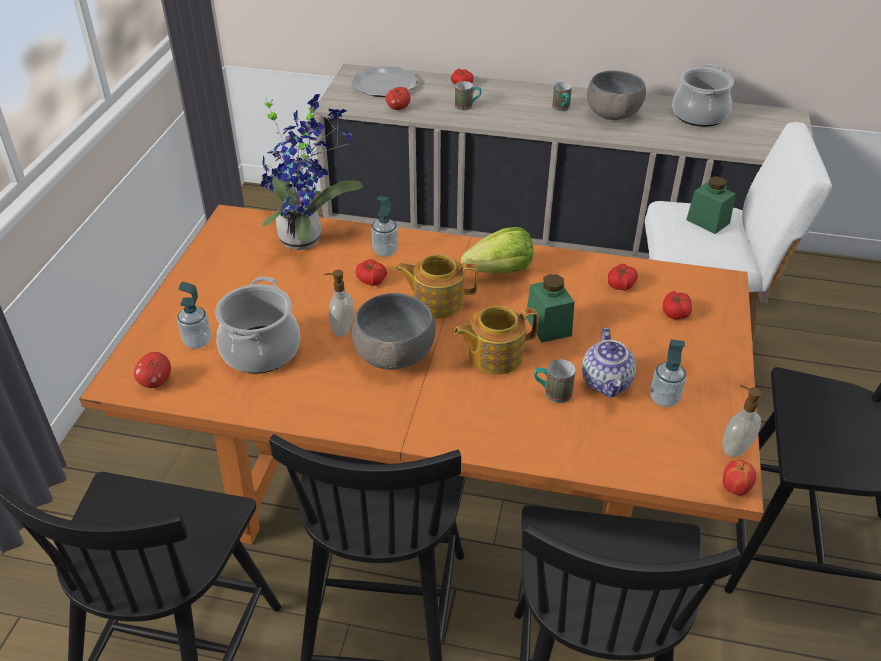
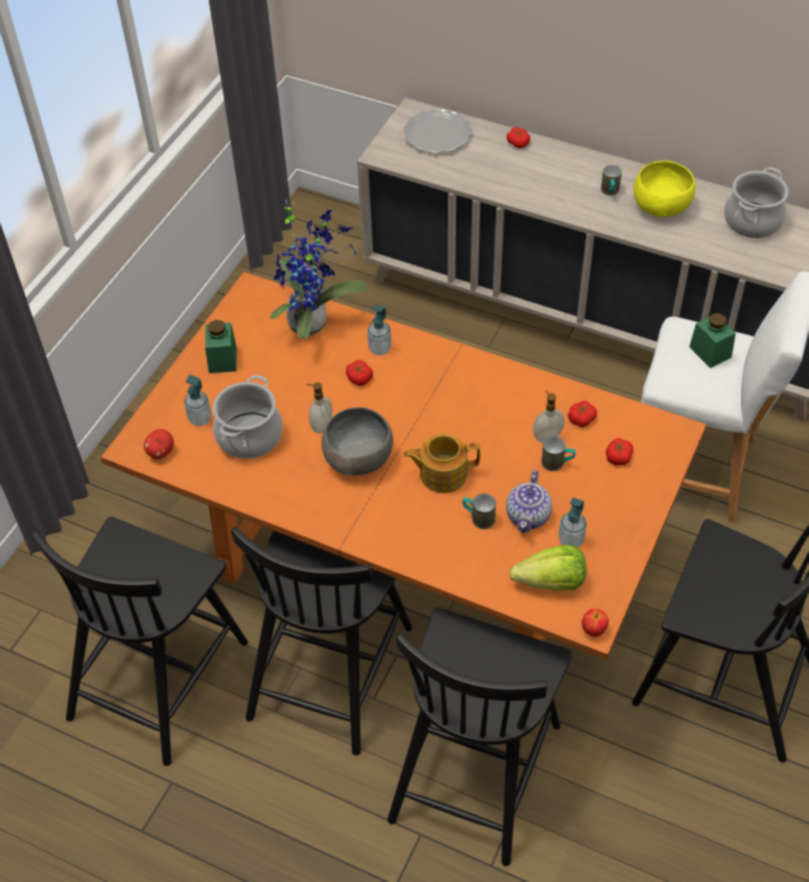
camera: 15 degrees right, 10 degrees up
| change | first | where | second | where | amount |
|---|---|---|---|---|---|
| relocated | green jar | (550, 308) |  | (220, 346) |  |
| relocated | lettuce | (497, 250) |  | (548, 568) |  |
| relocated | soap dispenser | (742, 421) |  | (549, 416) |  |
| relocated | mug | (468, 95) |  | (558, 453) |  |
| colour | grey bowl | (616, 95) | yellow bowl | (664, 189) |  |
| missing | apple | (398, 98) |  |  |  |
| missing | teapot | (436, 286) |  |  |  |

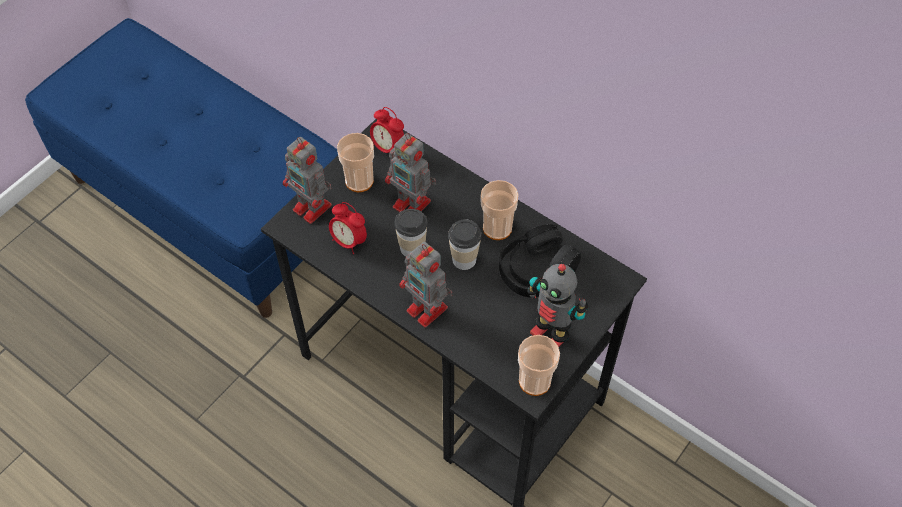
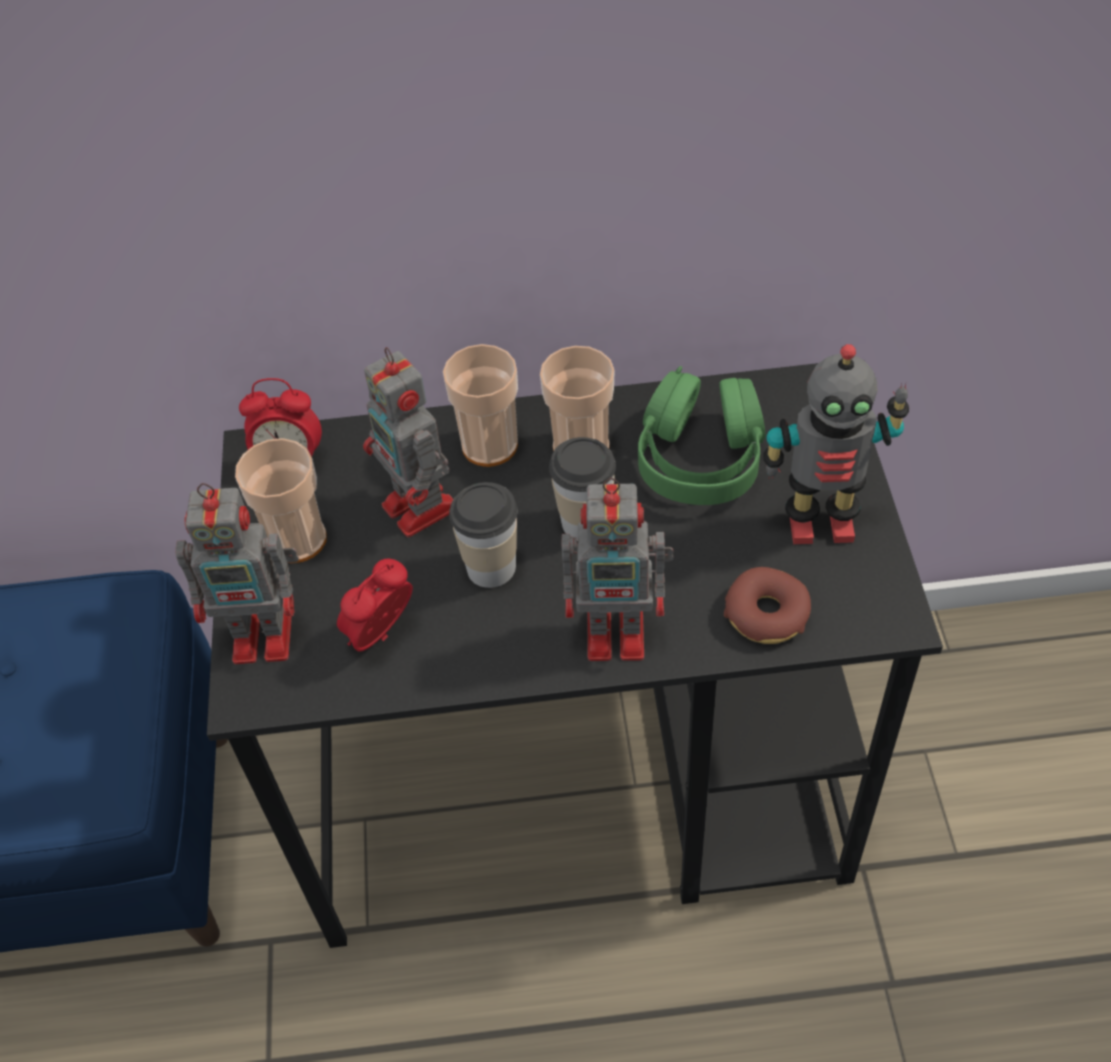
camera: 40 degrees left, 5 degrees down
| change | first | where | second | where | amount |
|---|---|---|---|---|---|
| spun | alarm clock | (348, 228) |  | (375, 605) | 135 degrees clockwise |
| spun | toy robot | (410, 172) |  | (408, 442) | 60 degrees clockwise |
| relocated | cup | (539, 365) |  | (480, 405) |  |
| colour | black headphones | (540, 260) | green headphones | (701, 435) |  |
| appeared |  |  | donut | (767, 605) |  |

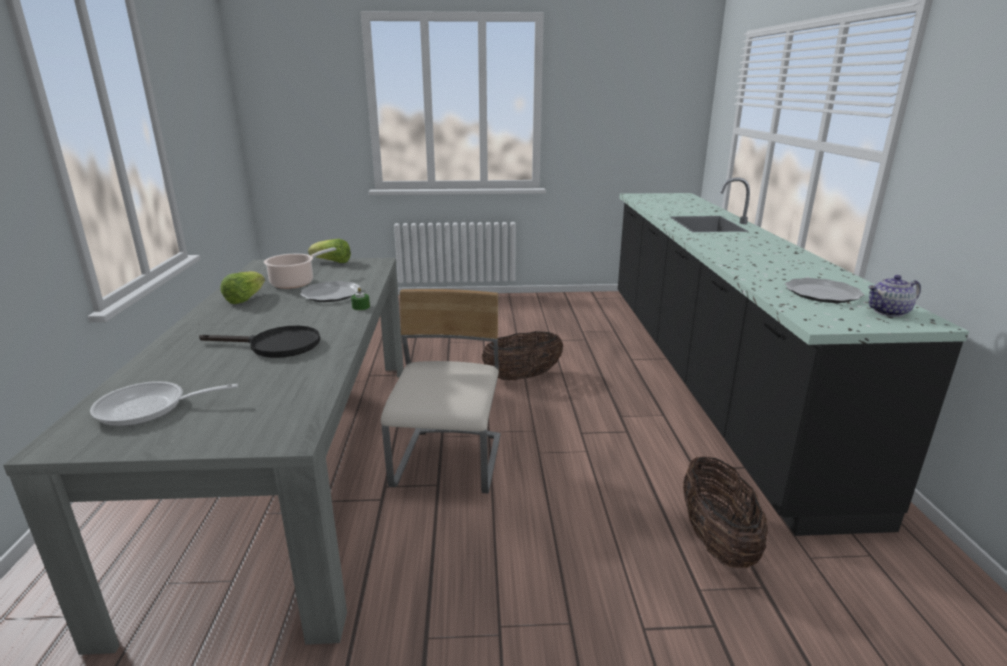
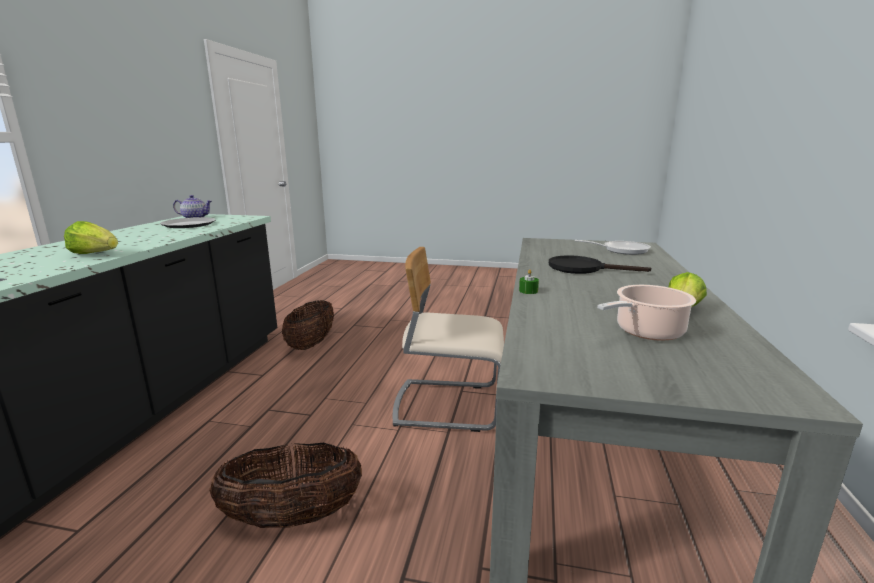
camera: 165 degrees left, 5 degrees down
| change | first | where | second | where | amount |
|---|---|---|---|---|---|
| relocated | lettuce | (329, 251) |  | (91, 237) |  |
| spun | beige chair | (440, 391) |  | (448, 339) | 75 degrees clockwise |
| missing | plate | (330, 291) |  |  |  |

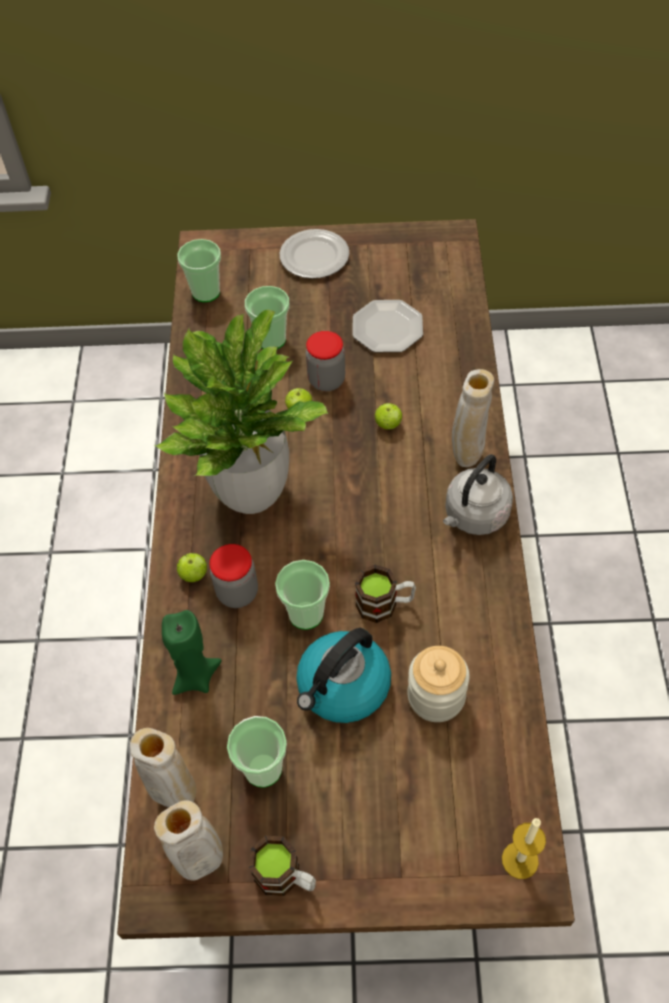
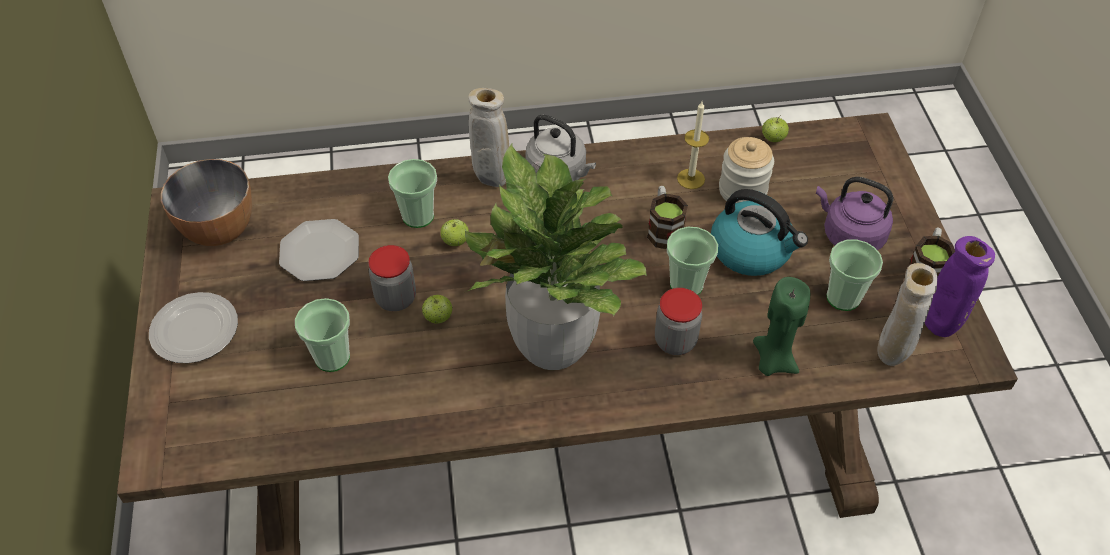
camera: 100 degrees left, 5 degrees down
| change | first | where | second | where | amount |
|---|---|---|---|---|---|
| appeared |  |  | bowl | (206, 202) |  |
| relocated | cup | (199, 270) |  | (412, 193) |  |
| relocated | candle | (524, 848) |  | (693, 145) |  |
| relocated | apple | (192, 567) |  | (775, 128) |  |
| appeared |  |  | purple kettle | (854, 213) |  |
| colour | beige vase | (188, 840) | purple vase | (960, 286) |  |

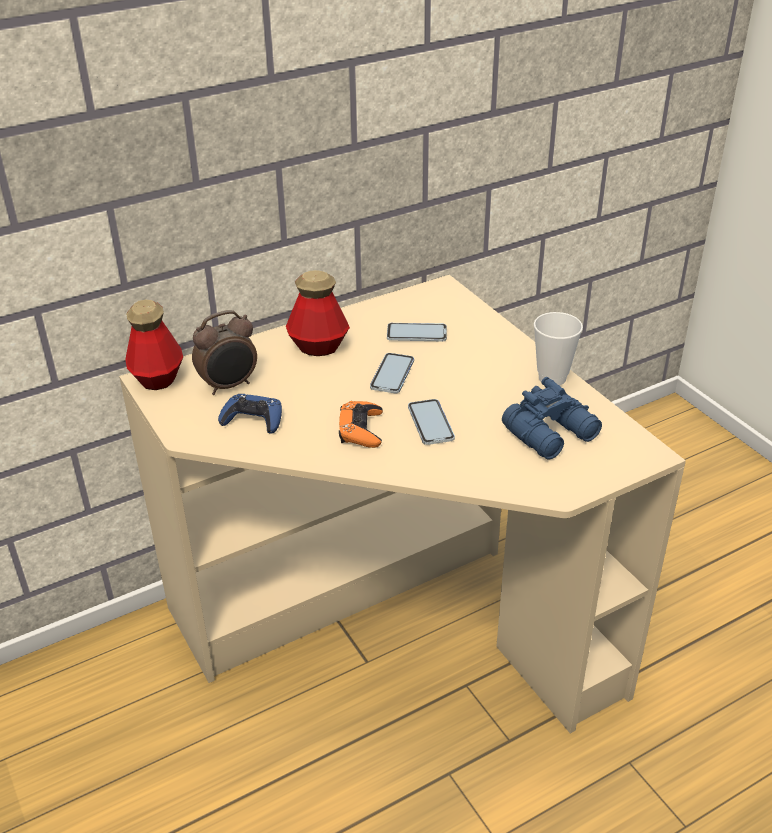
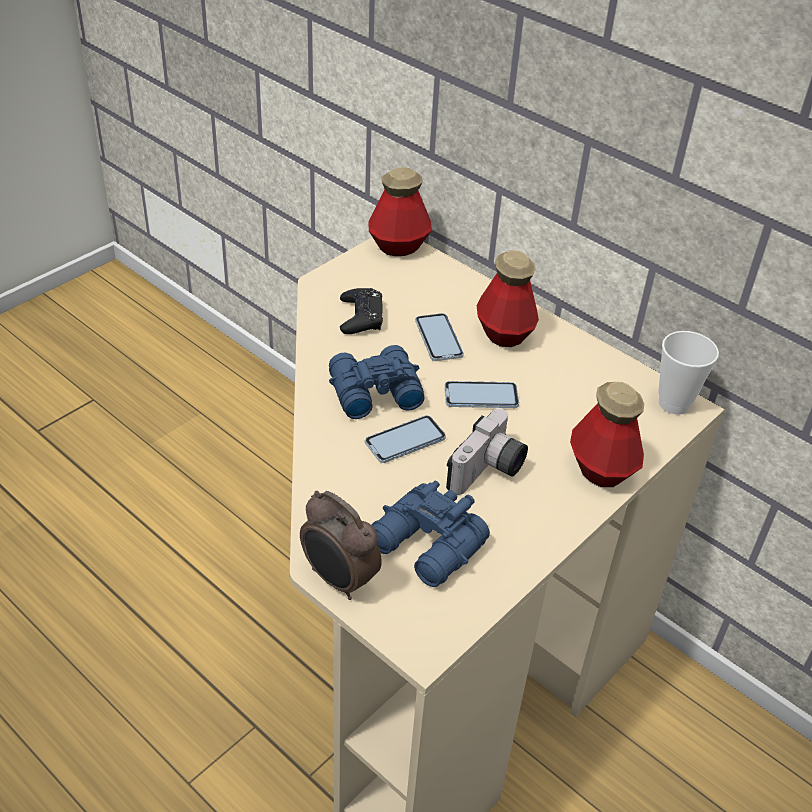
camera: 70 degrees right, 5 degrees up
| change | first | where | second | where | amount |
|---|---|---|---|---|---|
| relocated | alarm clock | (224, 352) |  | (341, 545) |  |
| exchanged | orange game controller | (361, 424) | blue binoculars | (377, 382) |  |
| colour | blue game controller | (250, 414) | black game controller | (361, 311) |  |
| relocated | phone | (417, 332) |  | (439, 337) |  |
| appeared |  |  | photo camera | (487, 452) |  |
| appeared |  |  | bottle | (607, 434) |  |
| relocated | cup | (558, 349) |  | (688, 373) |  |

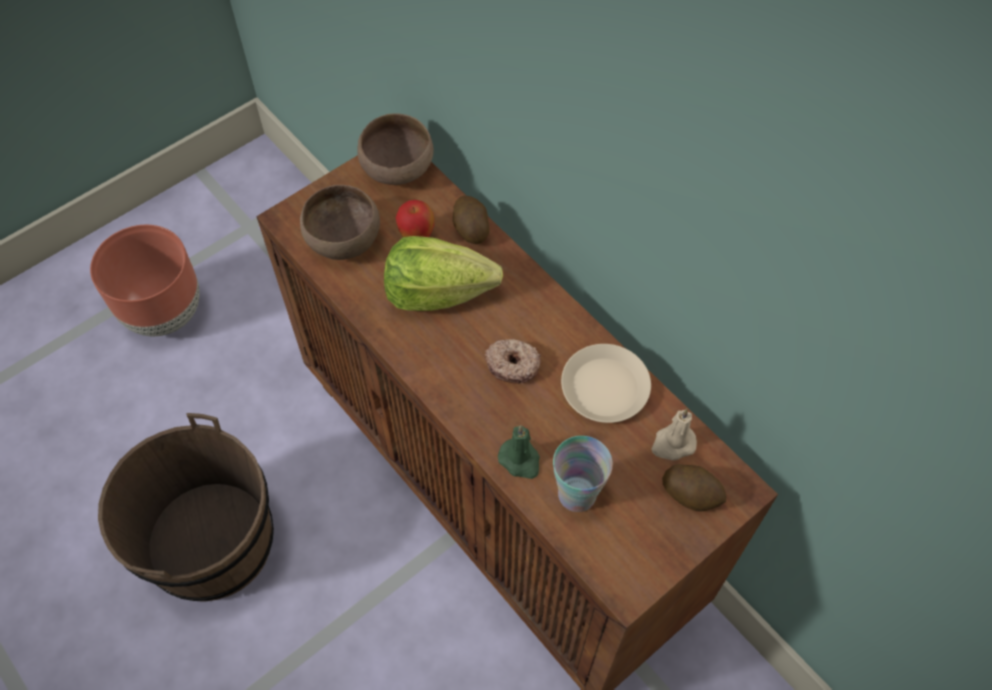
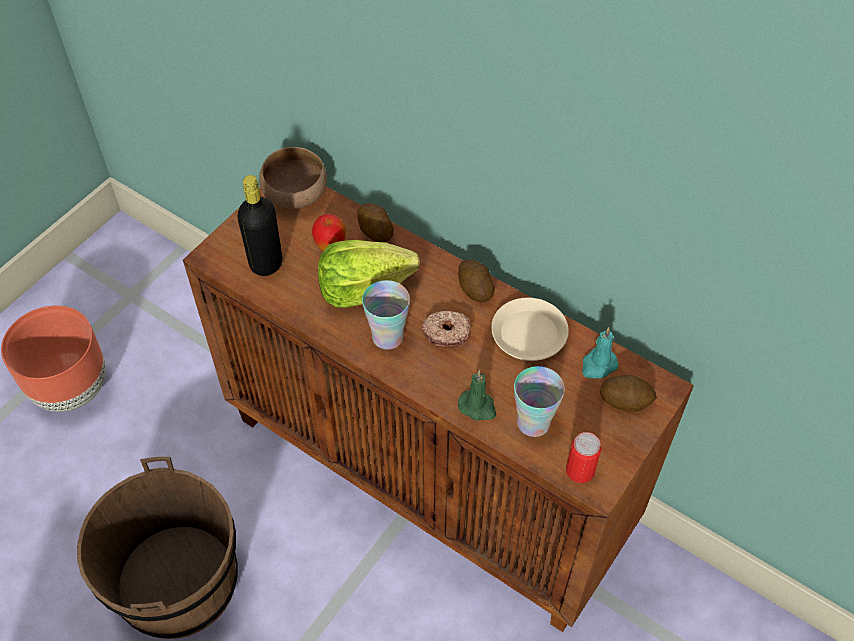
camera: 15 degrees left, 5 degrees down
| change | first | where | second | where | amount |
|---|---|---|---|---|---|
| exchanged | brown bowl | (340, 222) | black bottle | (260, 225) |  |
| appeared |  |  | cup | (386, 314) |  |
| appeared |  |  | potato | (476, 280) |  |
| appeared |  |  | can | (583, 457) |  |
| colour | beige candle | (674, 434) | turquoise candle | (600, 353) |  |

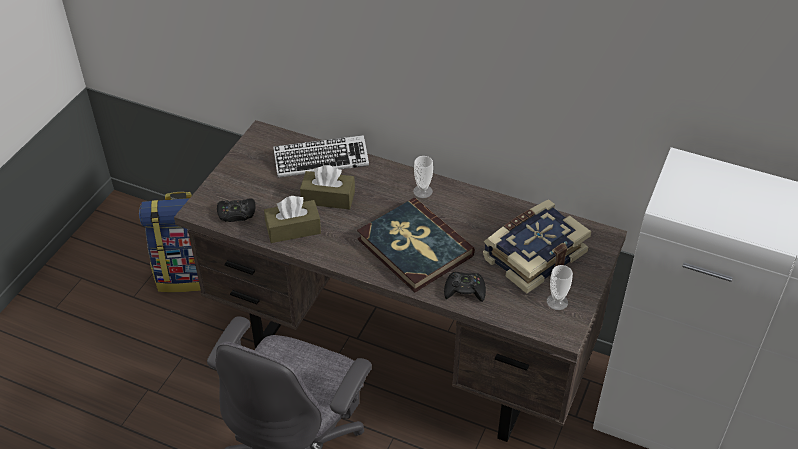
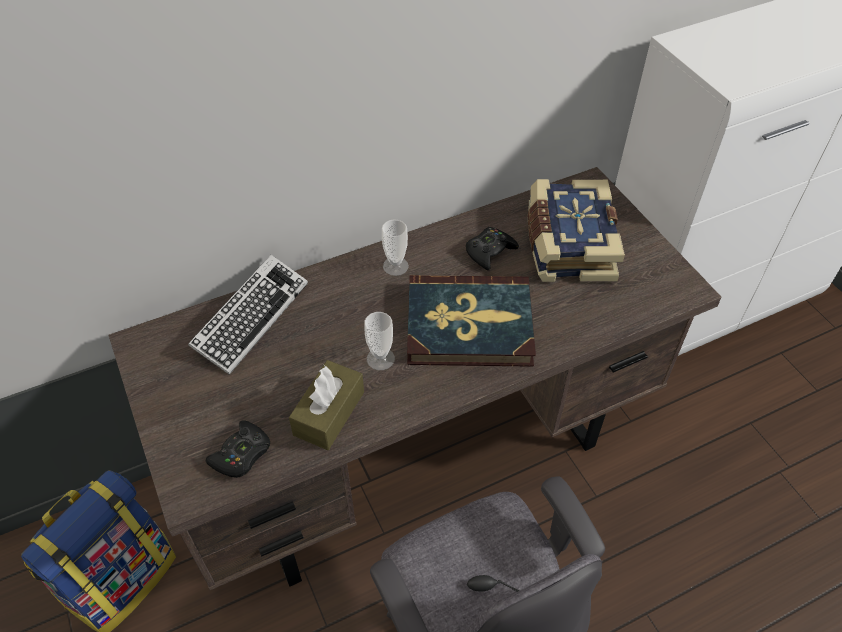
camera: 50 degrees left, 5 degrees up
| change | first | where | second | where | amount |
|---|---|---|---|---|---|
| relocated | cup | (560, 287) |  | (379, 341) |  |
| relocated | black game controller | (465, 287) |  | (492, 249) |  |
| missing | brown tissue box | (327, 187) |  |  |  |

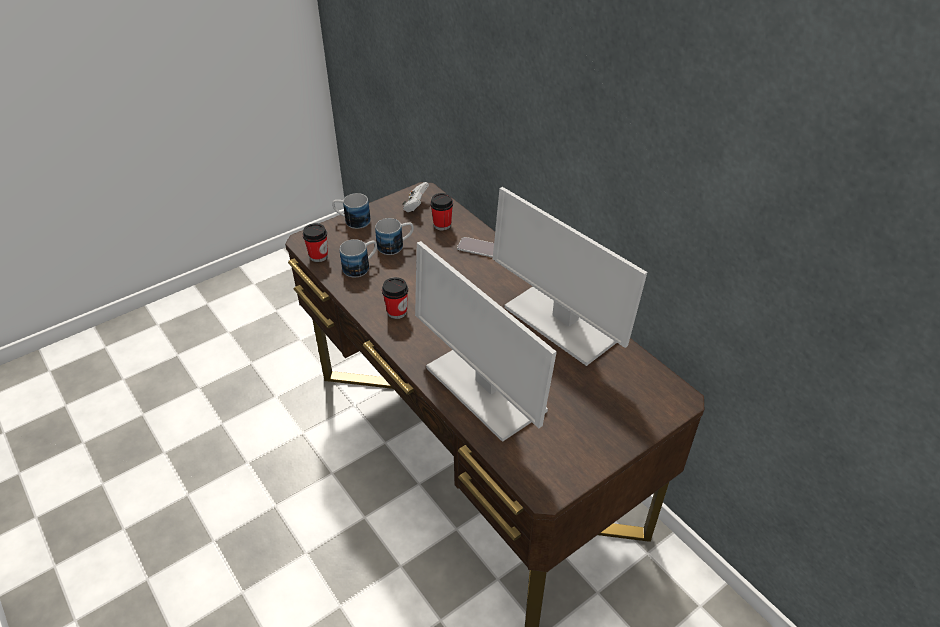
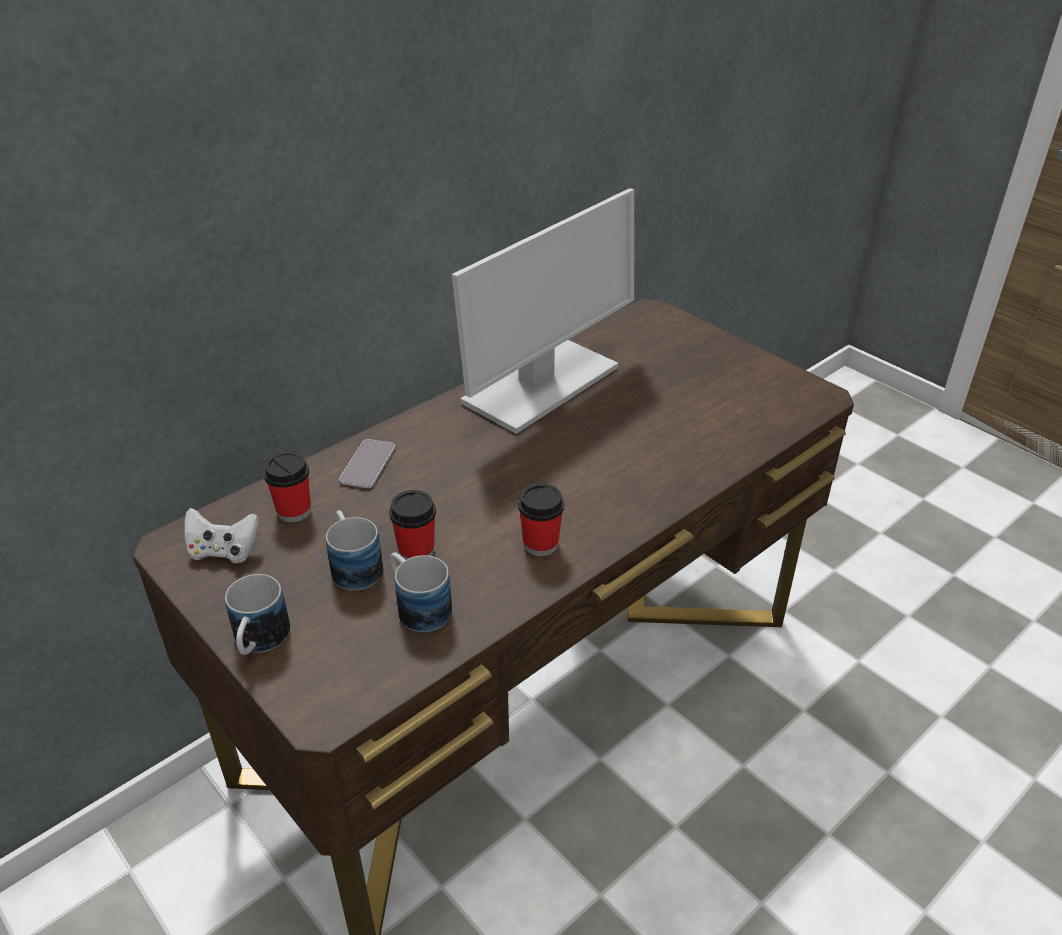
camera: 95 degrees left, 5 degrees down
| change | first | where | second | where | amount |
|---|---|---|---|---|---|
| relocated | cup | (315, 242) |  | (412, 525) |  |
| missing | monitor | (486, 341) |  |  |  |

